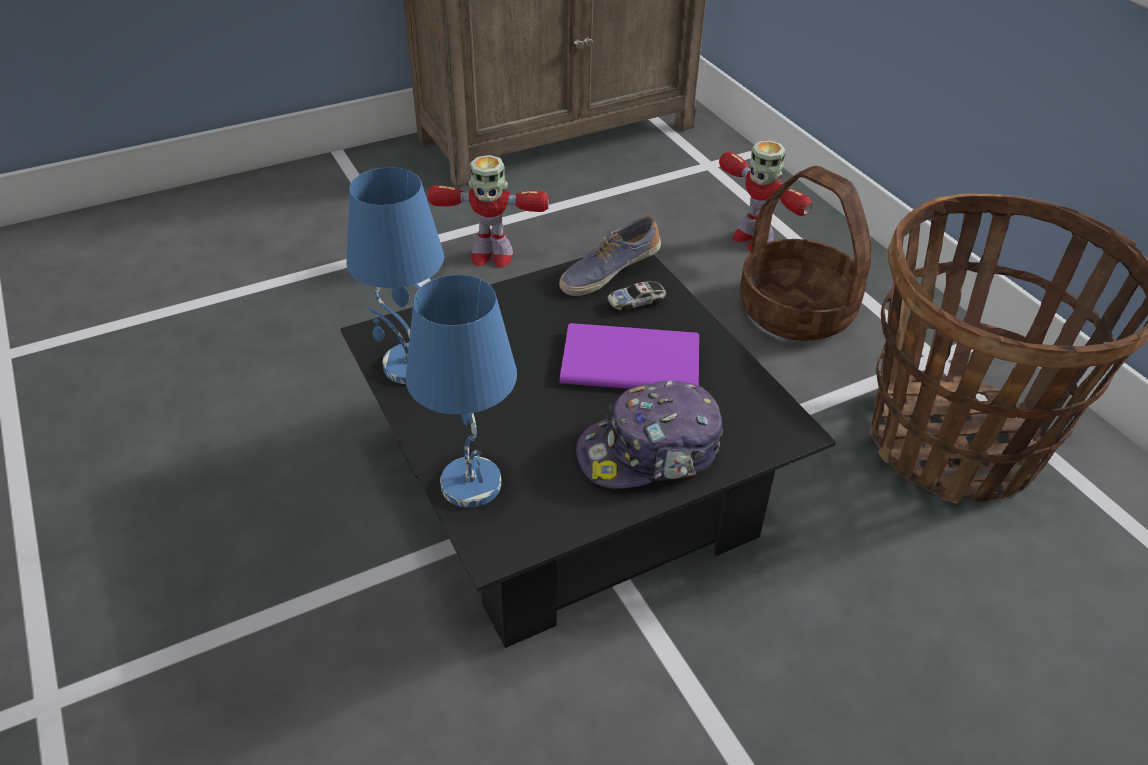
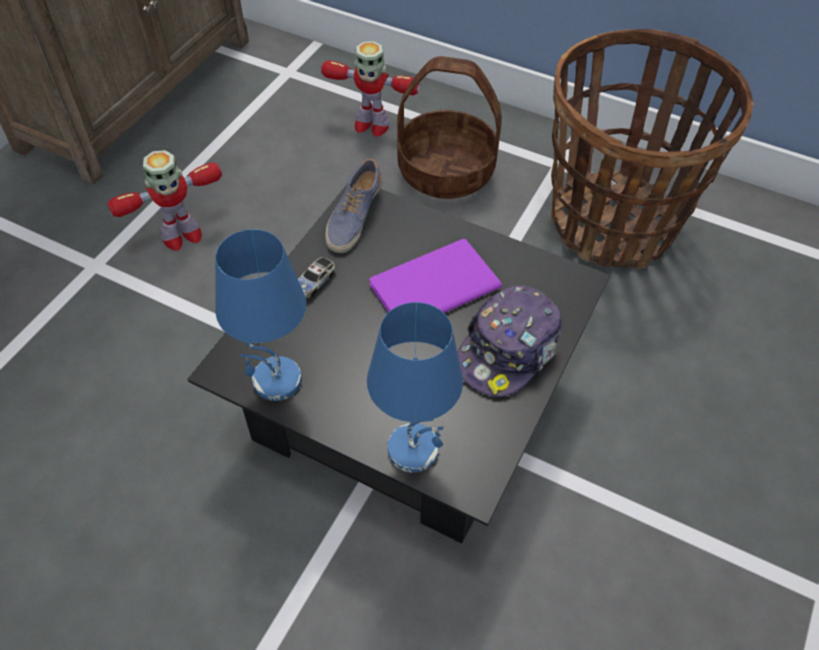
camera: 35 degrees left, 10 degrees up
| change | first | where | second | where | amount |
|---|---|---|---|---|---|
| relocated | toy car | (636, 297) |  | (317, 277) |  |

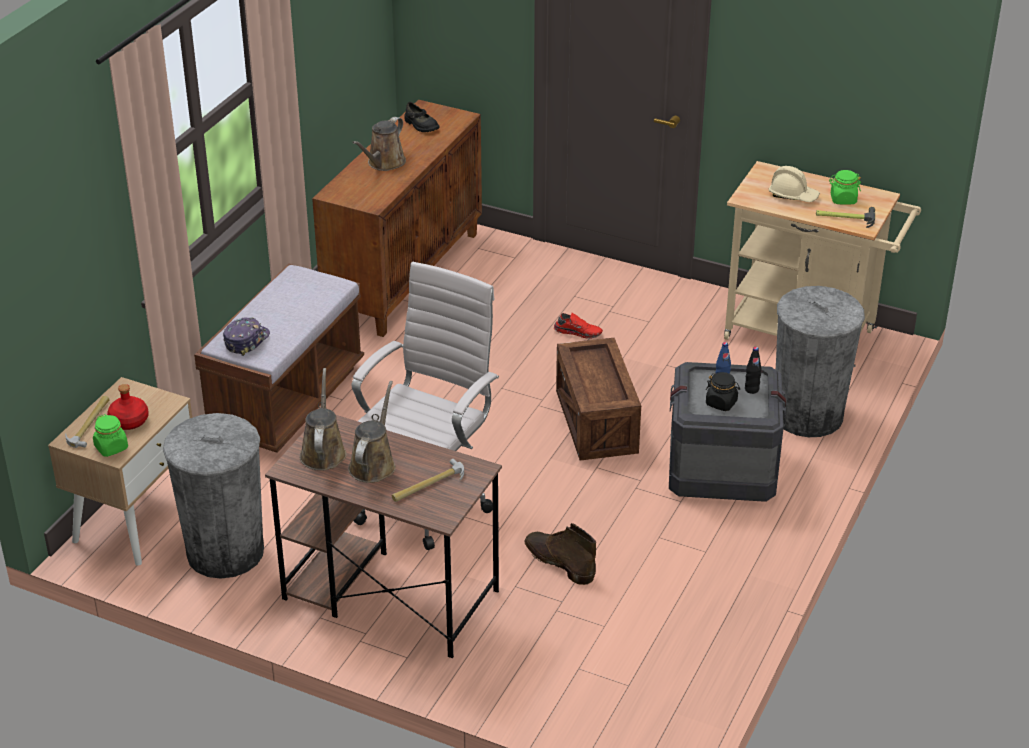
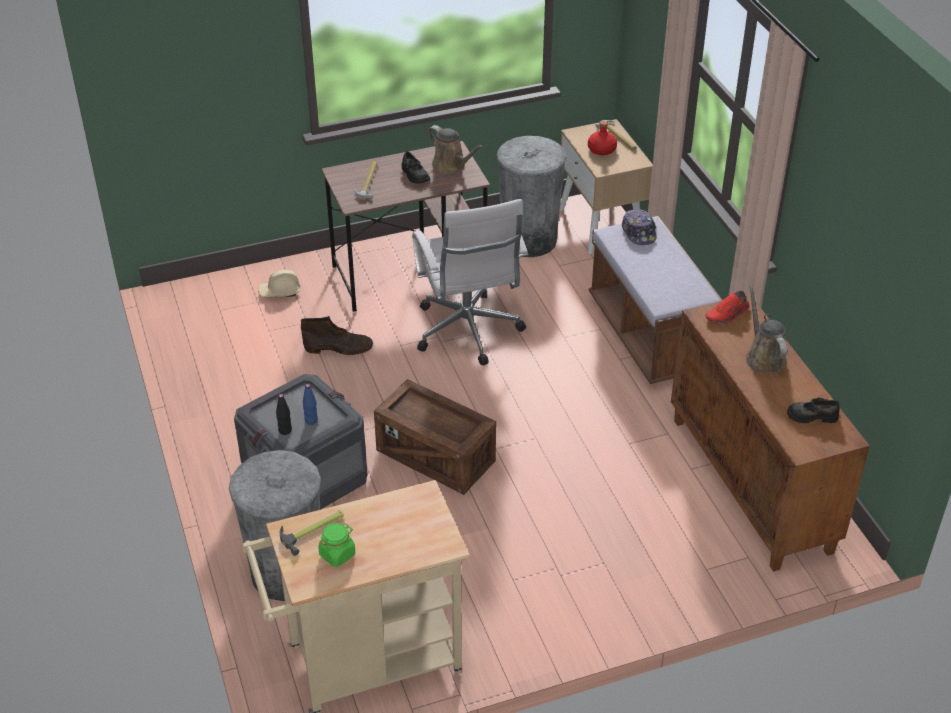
camera: 135 degrees right, 5 degrees up
| change | first | where | second | where | amount |
|---|---|---|---|---|---|
| relocated | beige hard hat | (794, 184) |  | (279, 283) |  |
| exchanged | brown watering can | (372, 432) | black shoe | (416, 168) |  |
| relocated | red shoe | (578, 326) |  | (728, 307) |  |
| missing | green jar | (110, 435) |  |  |  |
| missing | black jar | (723, 391) |  |  |  |

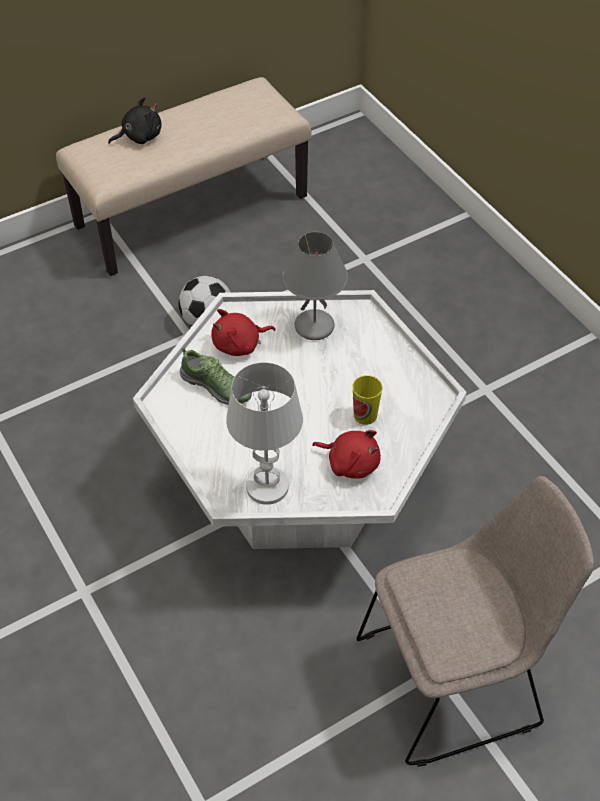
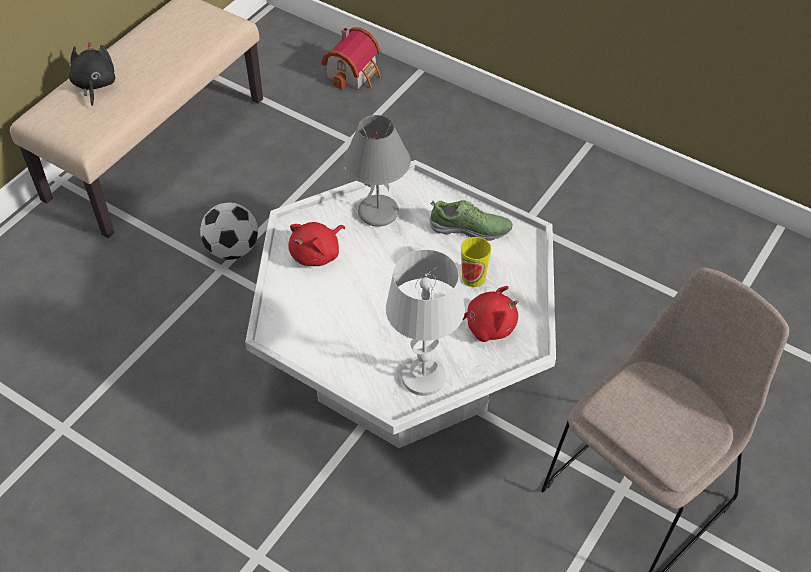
camera: 25 degrees left, 0 degrees up
| change | first | where | second | where | amount |
|---|---|---|---|---|---|
| spun | black plush toy | (135, 120) |  | (92, 74) | 45 degrees counterclockwise |
| appeared |  |  | toy house | (351, 58) |  |
| relocated | shoe | (216, 376) |  | (471, 220) |  |

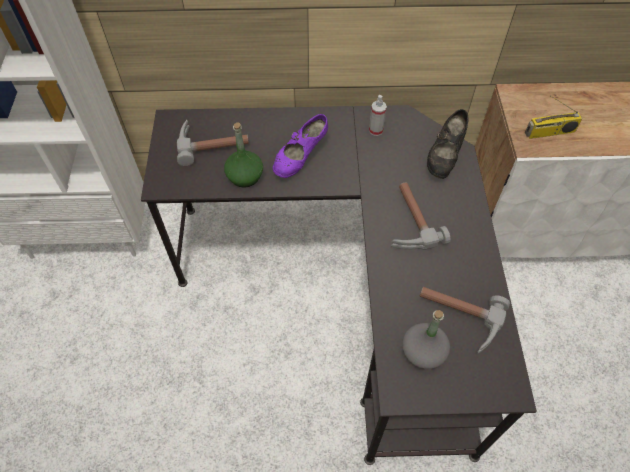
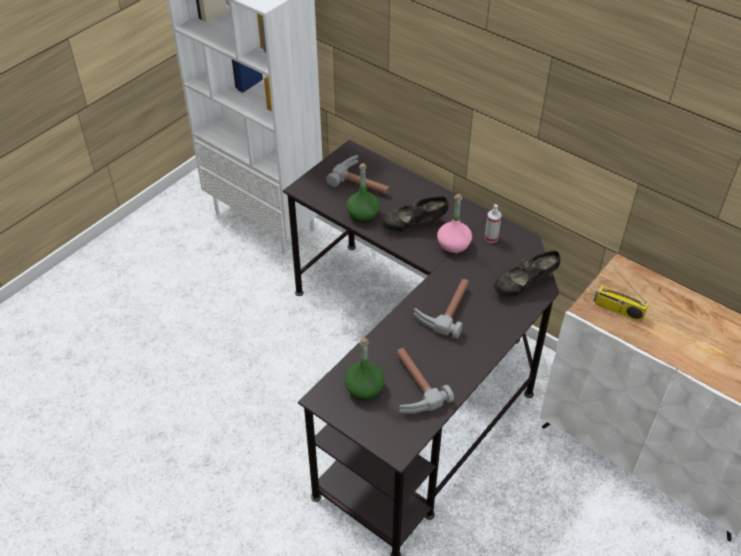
camera: 40 degrees right, 10 degrees down
| change | first | where | second | where | amount |
|---|---|---|---|---|---|
| colour | grey bottle | (426, 339) | green bottle | (364, 369) |  |
| colour | purple shoe | (300, 146) | black shoe | (415, 214) |  |
| appeared |  |  | pink bottle | (454, 224) |  |

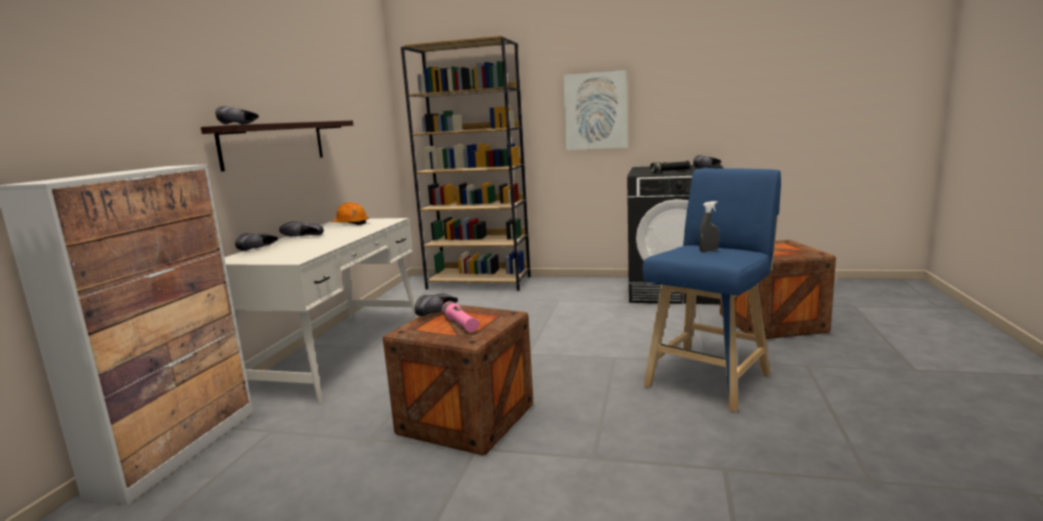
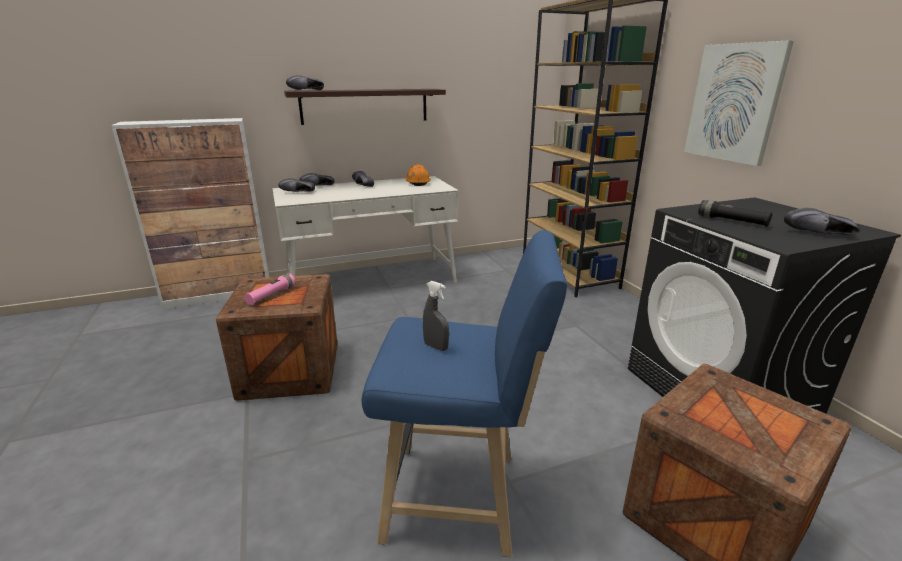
camera: 55 degrees right, 10 degrees up
| change | first | where | second | where | amount |
|---|---|---|---|---|---|
| relocated | black shoe | (436, 305) |  | (296, 185) |  |

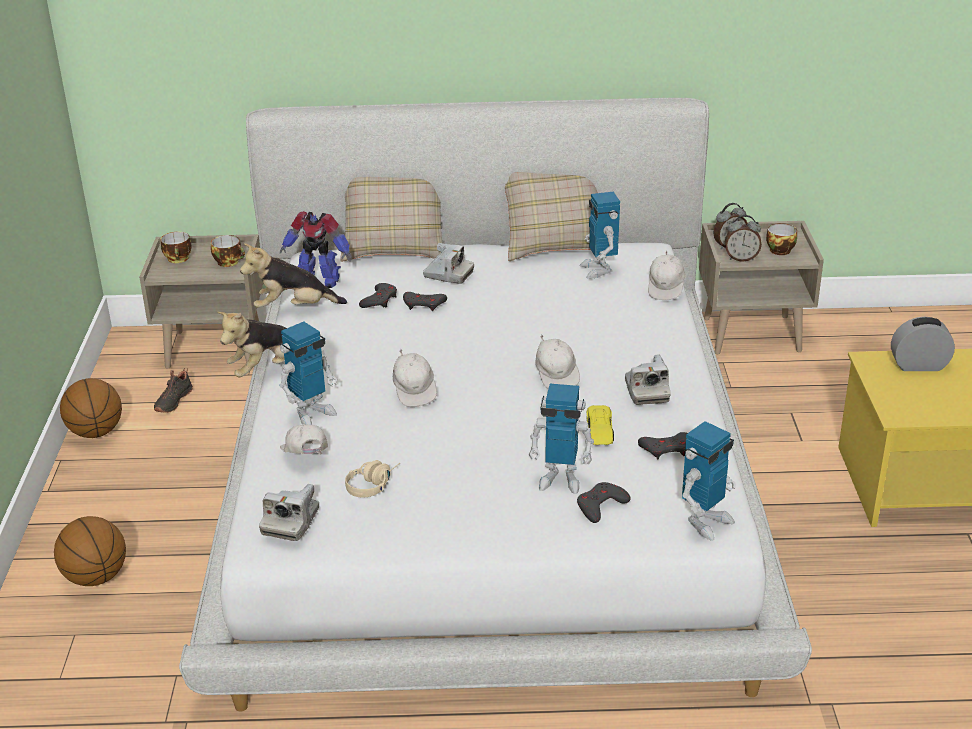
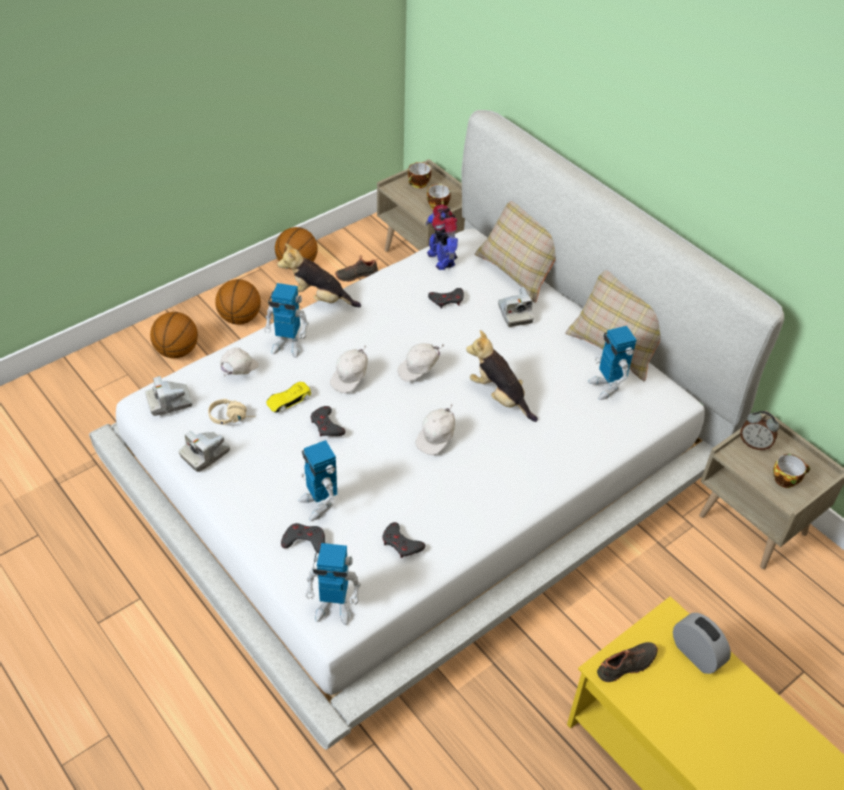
camera: 50 degrees right, 15 degrees up
| change | first | where | second | where | amount |
|---|---|---|---|---|---|
| relocated | photo camera | (648, 379) |  | (204, 451) |  |
| appeared |  |  | basketball | (238, 302) |  |
| relocated | yellow toy car | (600, 425) |  | (288, 397) |  |
| relocated | grey game controller | (425, 301) |  | (328, 421) |  |
| relocated | white cap | (666, 275) |  | (420, 362) |  |
| relocated | plush toy | (293, 275) |  | (502, 376) |  |
| spun | toy robot | (599, 235) |  | (612, 363) | 60 degrees counterclockwise |
| appeared |  |  | black shoe | (627, 662) |  |
| missing | alarm clock | (743, 238) |  |  |  |

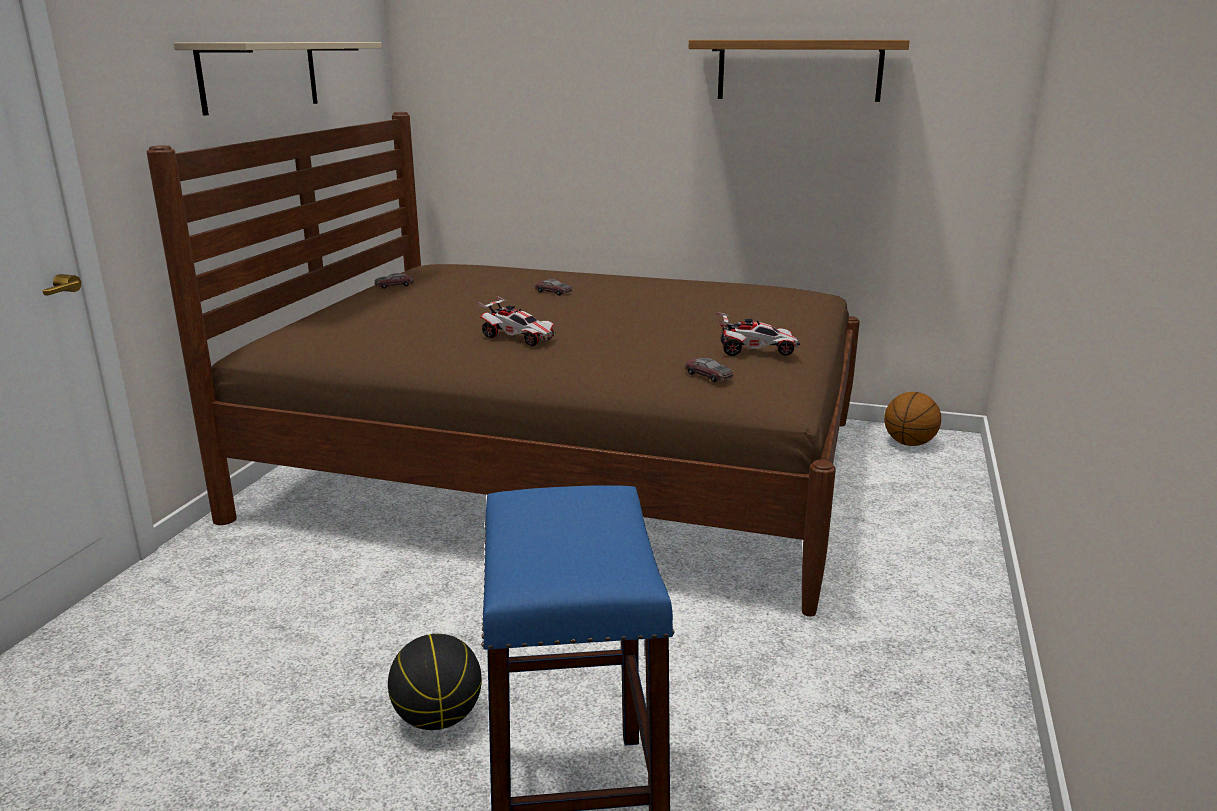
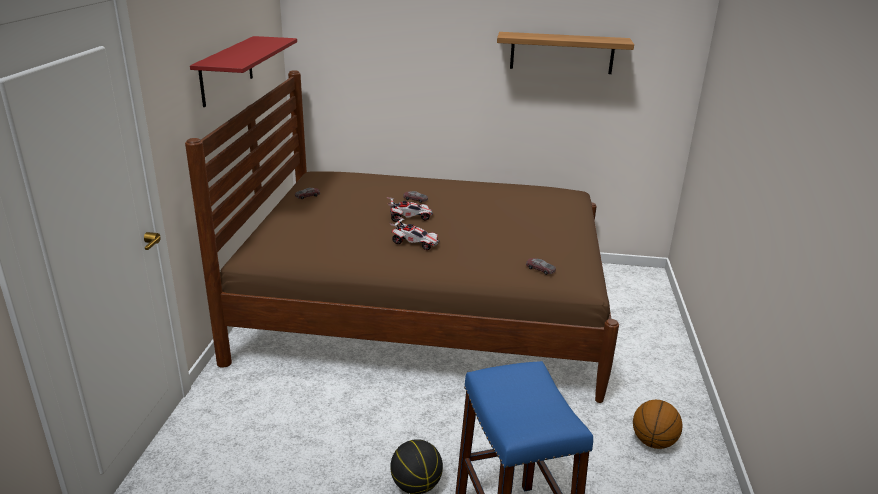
camera: 10 degrees left, 5 degrees up
| change | first | where | second | where | amount |
|---|---|---|---|---|---|
| colour | beige shelf | (278, 79) | red shelf | (243, 71) |  |
| relocated | toy car | (758, 334) |  | (410, 209) |  |
| relocated | basketball | (912, 419) |  | (658, 424) |  |

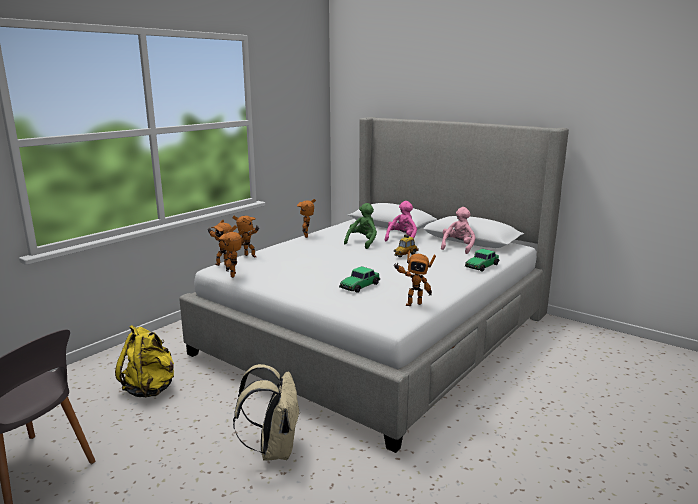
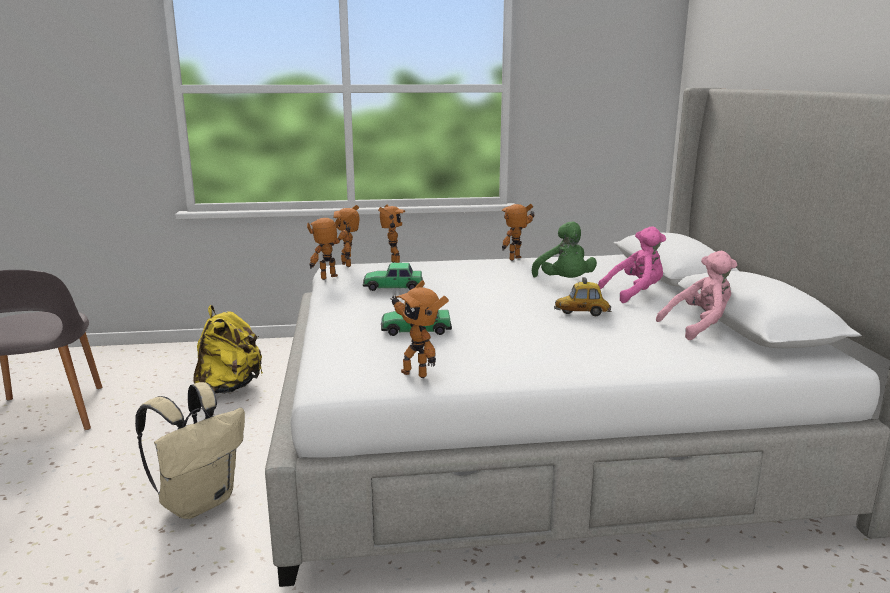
camera: 45 degrees right, 0 degrees up
| change | first | where | second | where | amount |
|---|---|---|---|---|---|
| relocated | toy car | (482, 260) |  | (393, 277) |  |
| spun | green plush toy | (360, 226) |  | (564, 249) | 90 degrees clockwise |

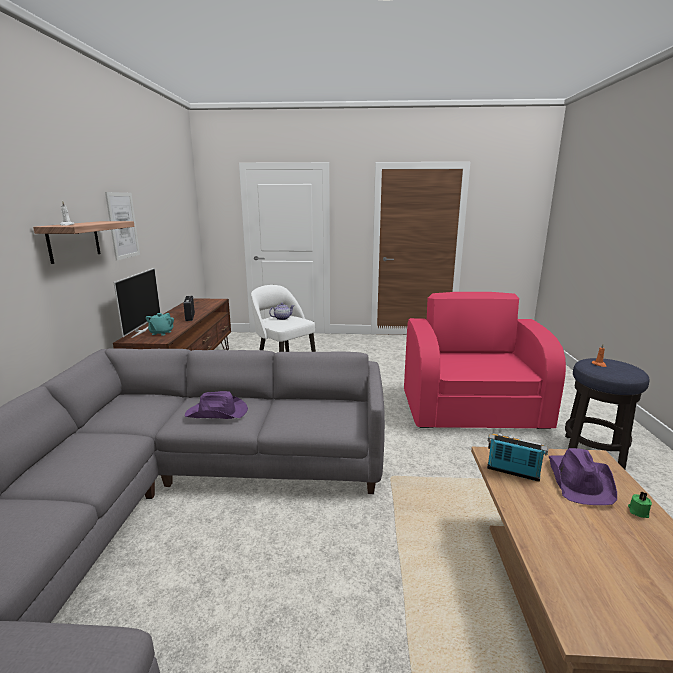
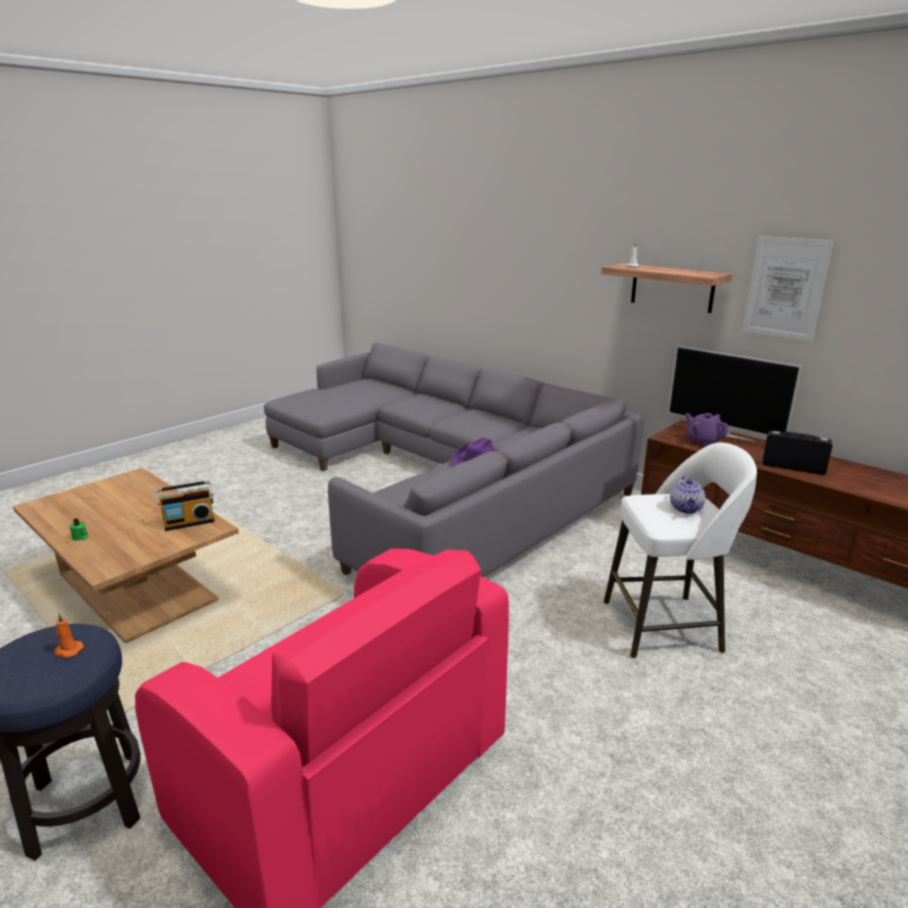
camera: 130 degrees right, 5 degrees up
| change | first | where | second | where | amount |
|---|---|---|---|---|---|
| colour | turquoise teapot | (160, 324) | purple teapot | (706, 429) |  |
| missing | purple hat | (583, 476) |  |  |  |

